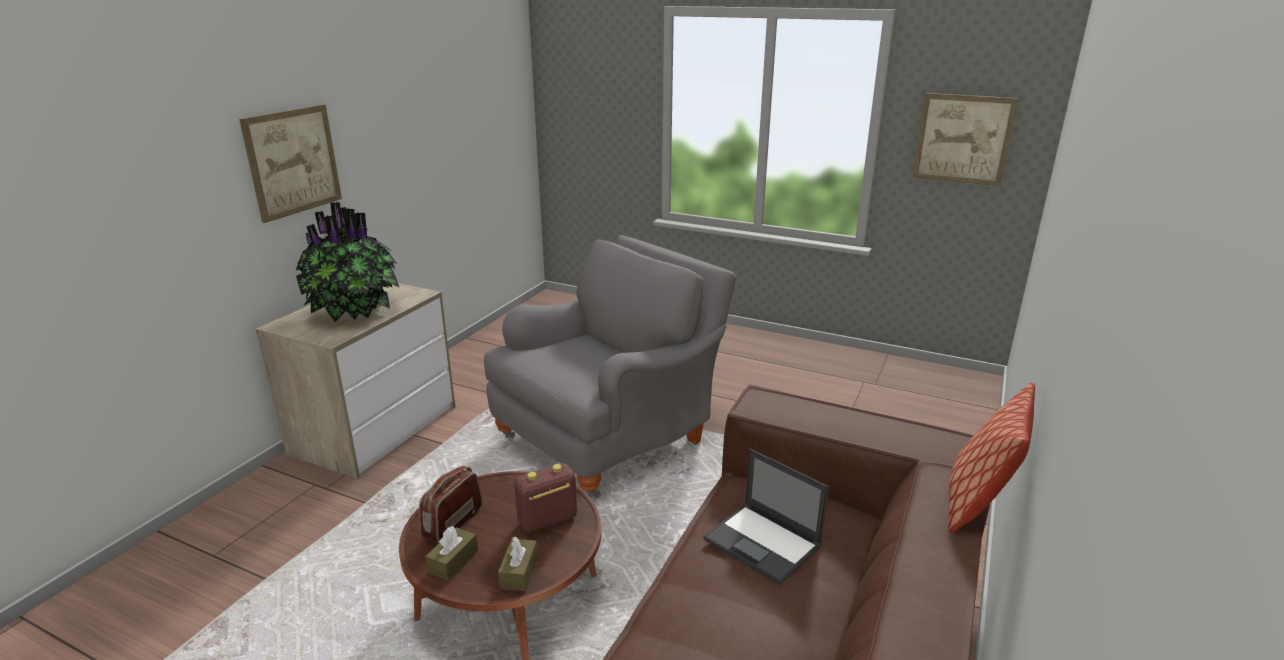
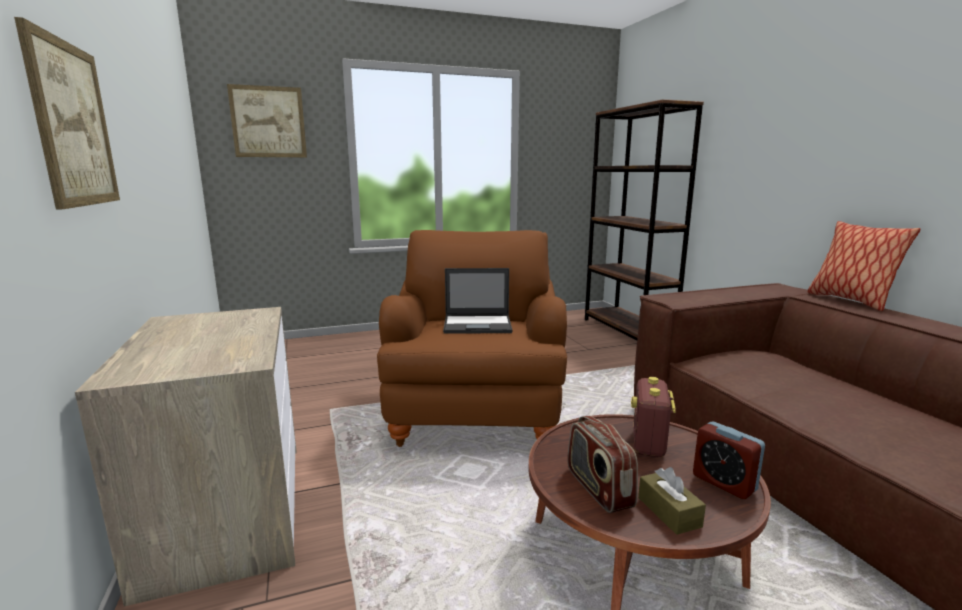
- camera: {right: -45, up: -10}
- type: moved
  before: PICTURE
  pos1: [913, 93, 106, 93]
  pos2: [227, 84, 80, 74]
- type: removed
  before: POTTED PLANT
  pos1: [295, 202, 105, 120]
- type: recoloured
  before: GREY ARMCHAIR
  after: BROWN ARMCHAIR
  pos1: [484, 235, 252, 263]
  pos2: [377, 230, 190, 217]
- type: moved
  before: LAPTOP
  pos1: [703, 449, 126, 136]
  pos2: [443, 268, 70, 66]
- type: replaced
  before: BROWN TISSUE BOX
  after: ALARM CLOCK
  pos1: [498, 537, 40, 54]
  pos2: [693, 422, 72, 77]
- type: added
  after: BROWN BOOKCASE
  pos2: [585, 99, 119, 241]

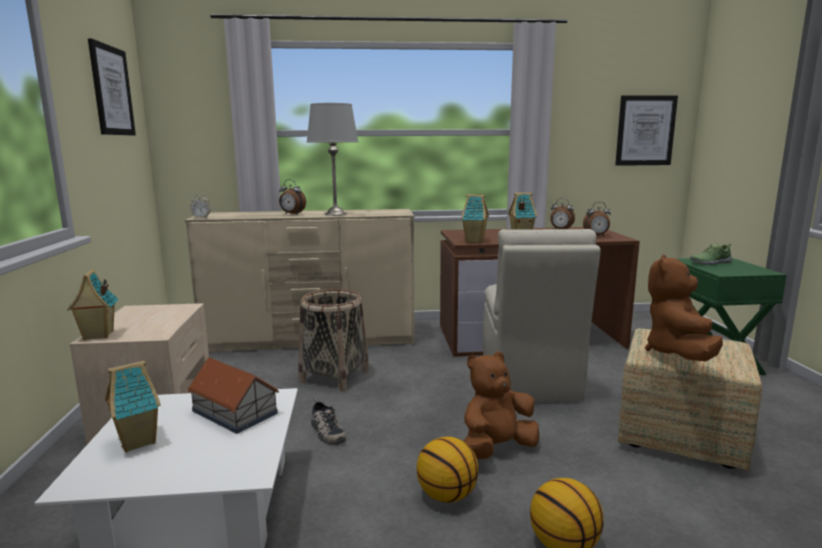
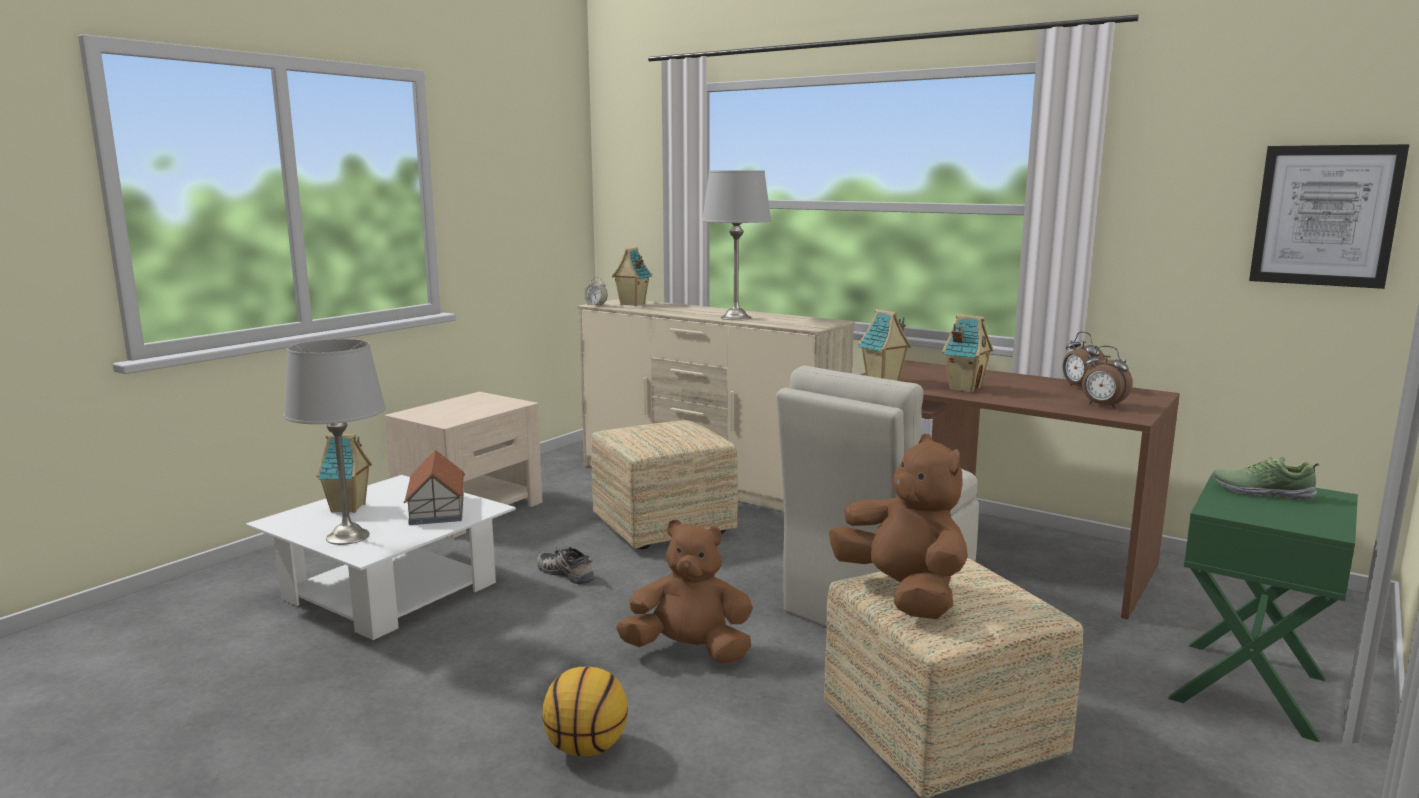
- camera: {right: 40, up: 0}
- type: removed
  before: PICTURE
  pos1: [88, 38, 48, 98]
- type: removed
  before: ALARM CLOCK
  pos1: [279, 179, 27, 35]
- type: turned
  before: BROWN PLUSH TOY
  pos1: [645, 255, 78, 106]
  pos2: [829, 434, 139, 185]
  turn: 90
- type: moved
  before: TOY HOUSE
  pos1: [68, 269, 50, 71]
  pos2: [612, 248, 40, 58]
- type: replaced
  before: BASKET
  after: OTTOMAN
  pos1: [298, 289, 71, 102]
  pos2: [591, 420, 147, 129]
- type: turned
  before: SHOE
  pos1: [311, 398, 35, 47]
  pos2: [537, 547, 58, 38]
  turn: 120
- type: removed
  before: BASKETBALL
  pos1: [416, 437, 62, 66]
- type: added
  after: GREY TABLE LAMP
  pos2: [284, 339, 102, 206]

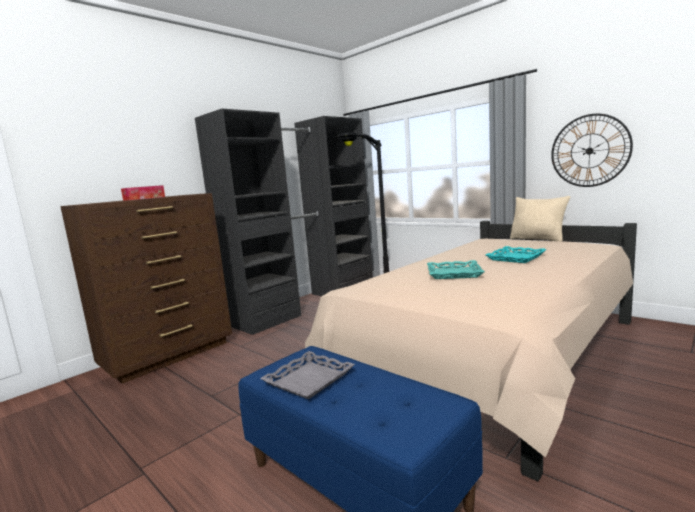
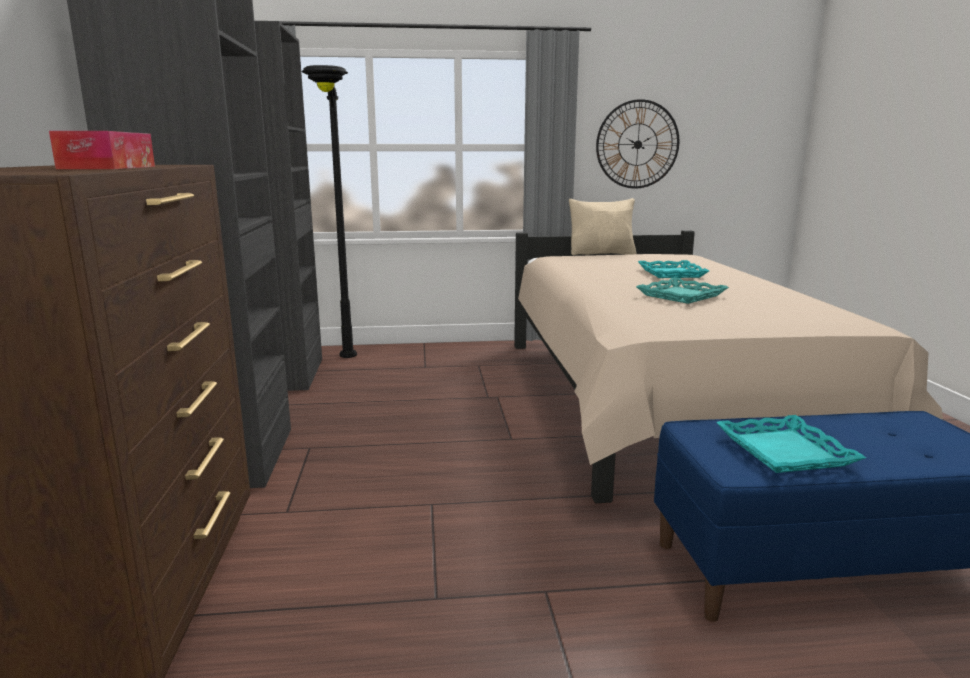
- camera: {right: -50, up: 5}
- type: recoloured
  before: GREY TRAY
  after: TURQUOISE TRAY
  pos1: [260, 351, 95, 48]
  pos2: [716, 415, 150, 58]

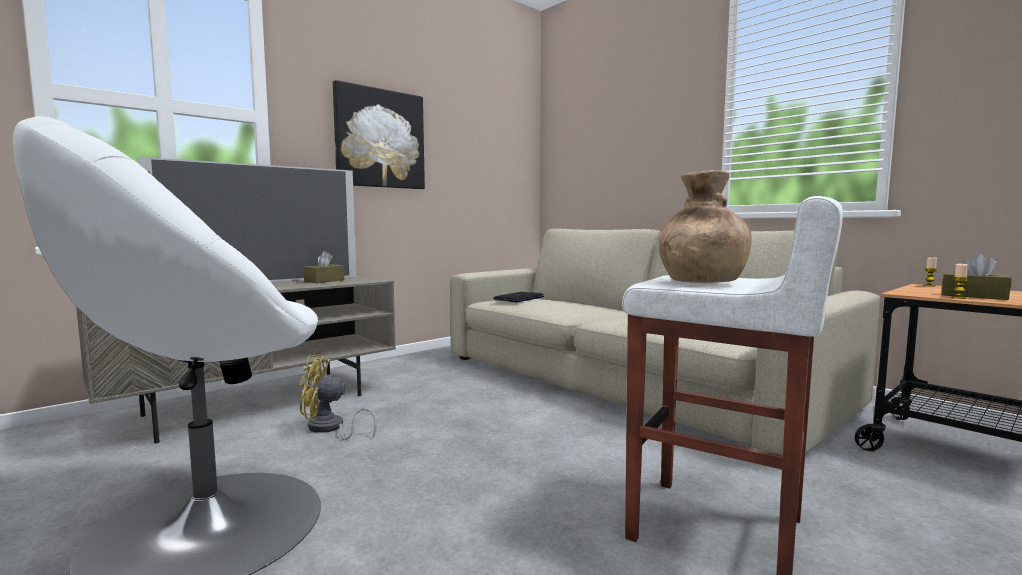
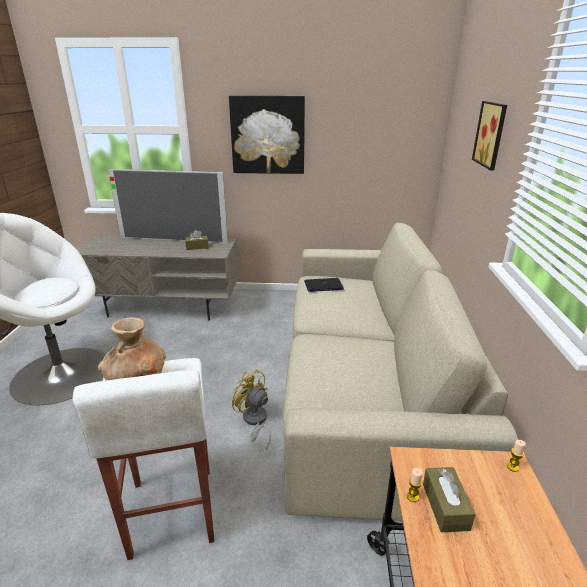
- camera: {right: 45, up: 20}
- type: moved
  before: YELLOW FAN
  pos1: [300, 355, 77, 85]
  pos2: [232, 369, 39, 81]
- type: added
  after: PICTURE
  pos2: [472, 101, 35, 69]

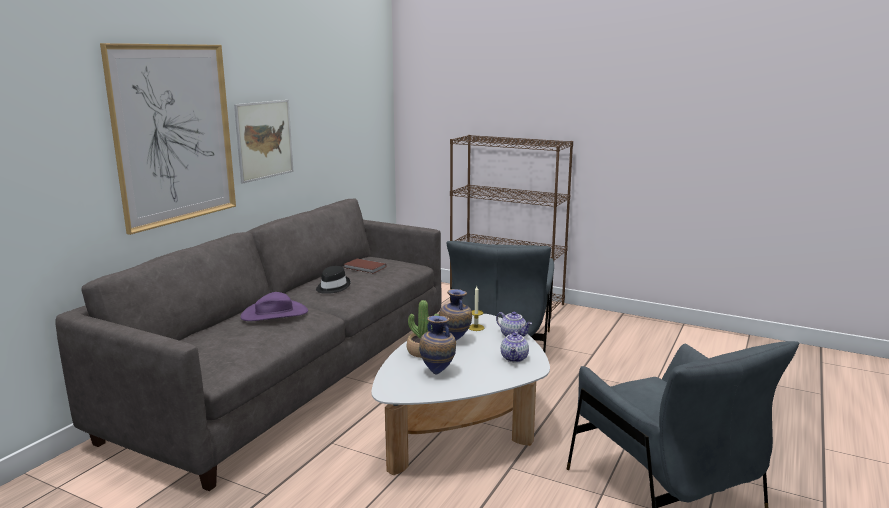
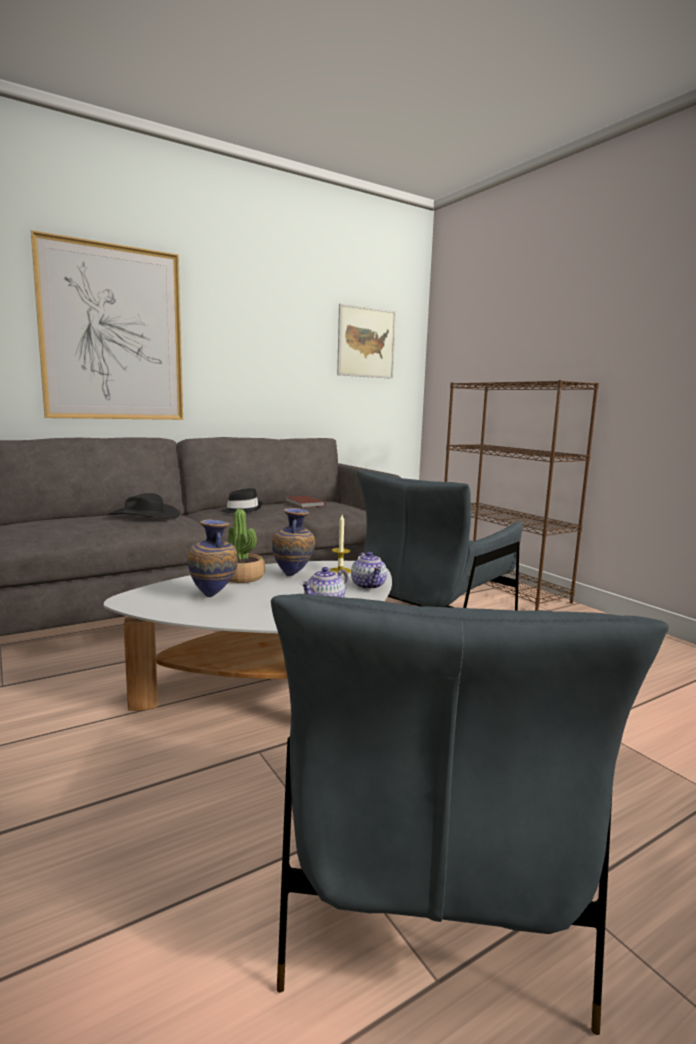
- camera: {right: 30, up: -5}
- type: moved
  before: PICTURE
  pos1: [234, 100, 59, 83]
  pos2: [337, 304, 59, 75]
- type: recoloured
  before: PURPLE HAT
  after: BLACK HAT
  pos1: [240, 292, 68, 29]
  pos2: [108, 493, 72, 25]

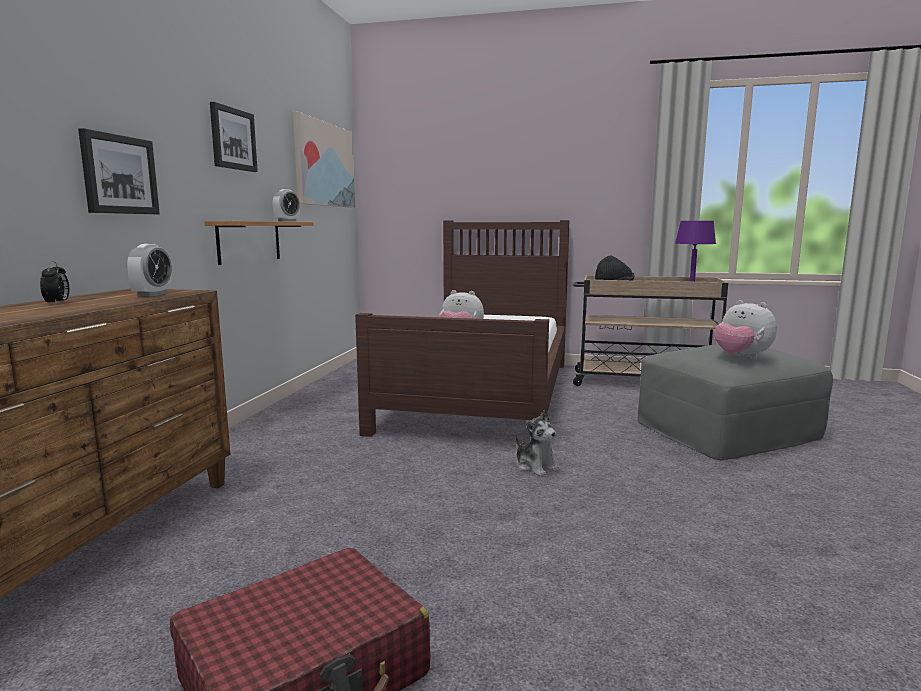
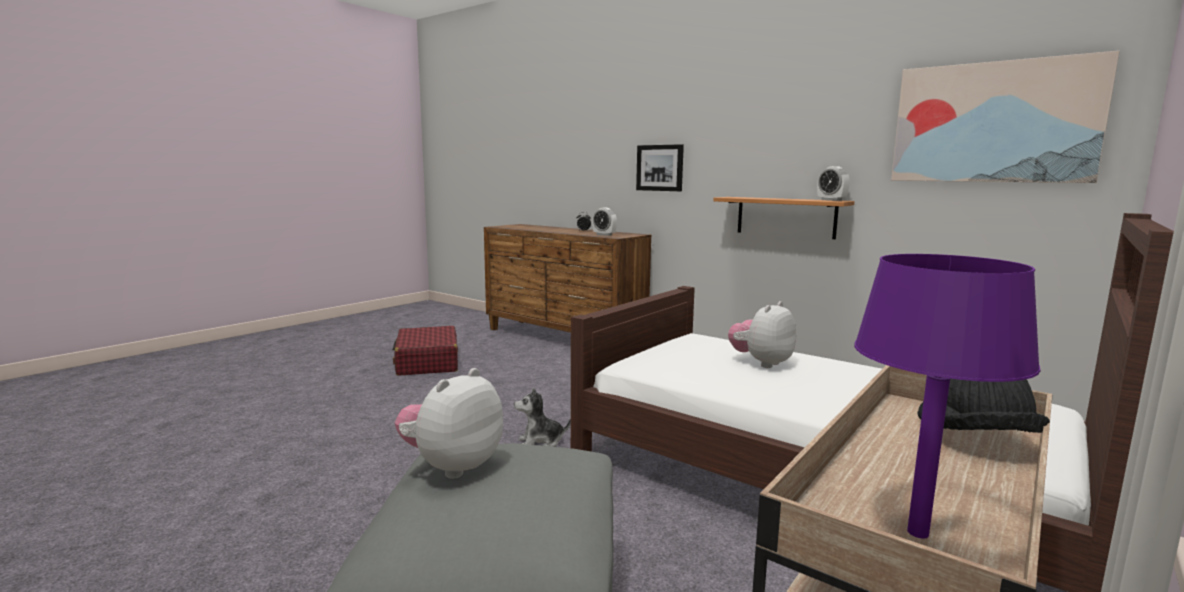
- camera: {right: 115, up: 0}
- type: removed
  before: PICTURE
  pos1: [210, 102, 48, 70]
- type: turned
  before: PLUSH TOY
  pos1: [714, 300, 63, 58]
  pos2: [395, 368, 108, 111]
  turn: -45

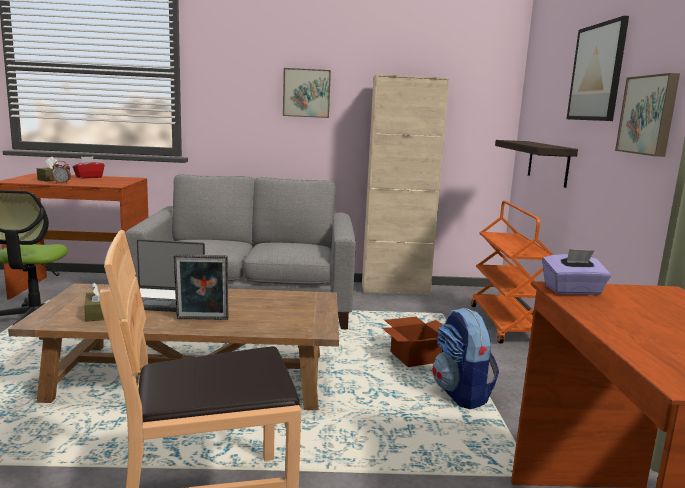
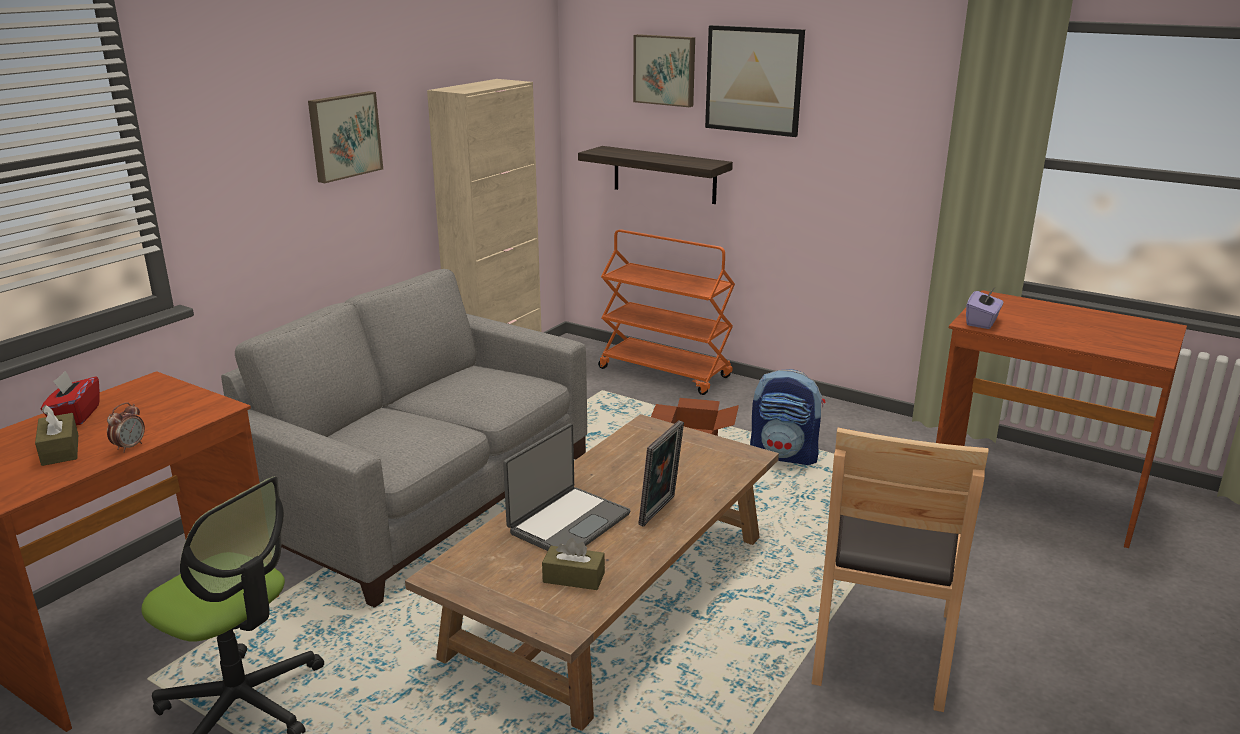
- camera: {right: -55, up: 10}
- type: moved
  before: PICTURE
  pos1: [615, 73, 65, 84]
  pos2: [633, 34, 62, 73]

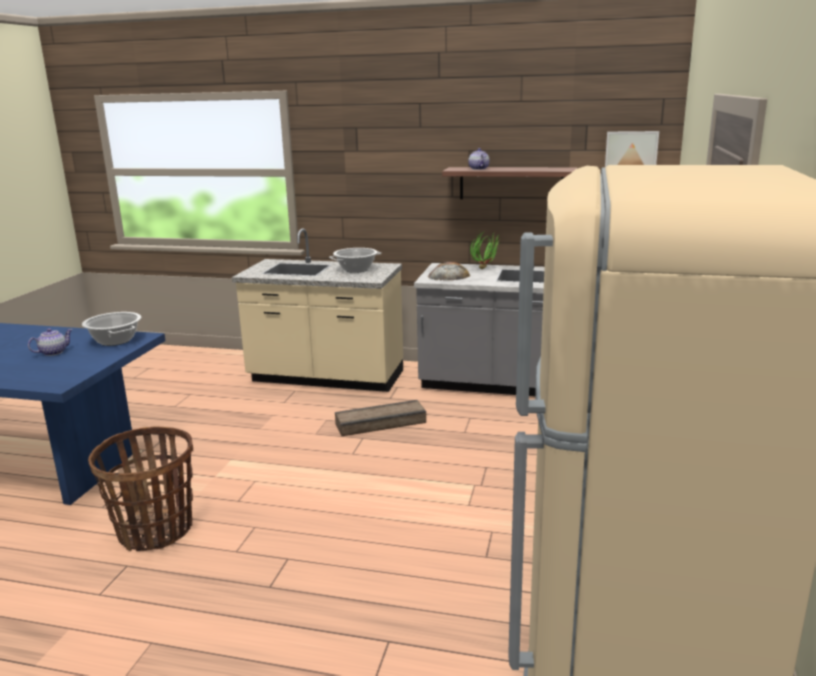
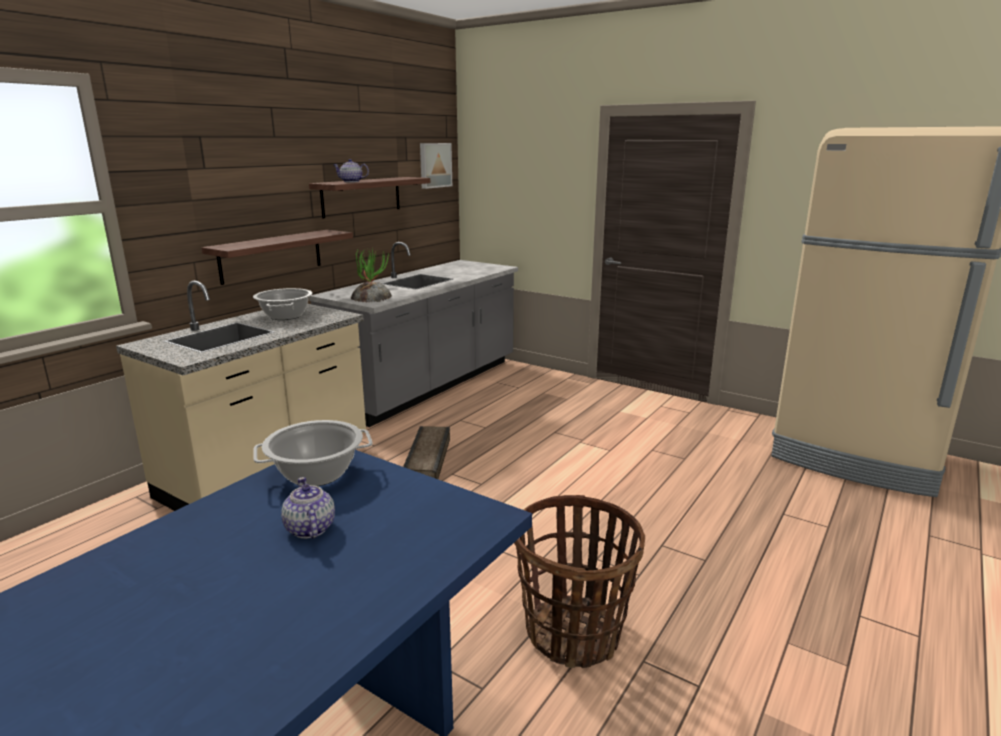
- camera: {right: -70, up: 0}
- type: added
  after: SHELF
  pos2: [201, 230, 152, 55]

